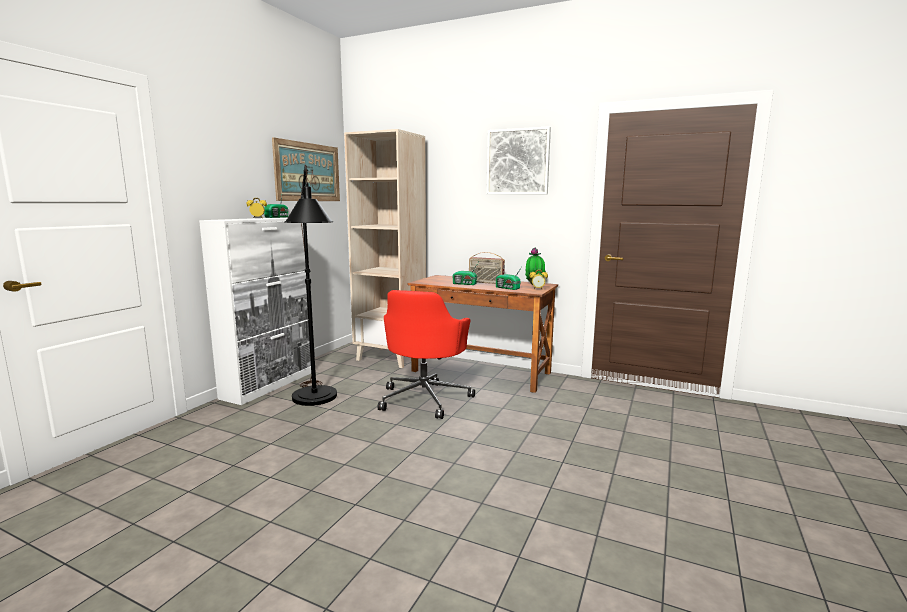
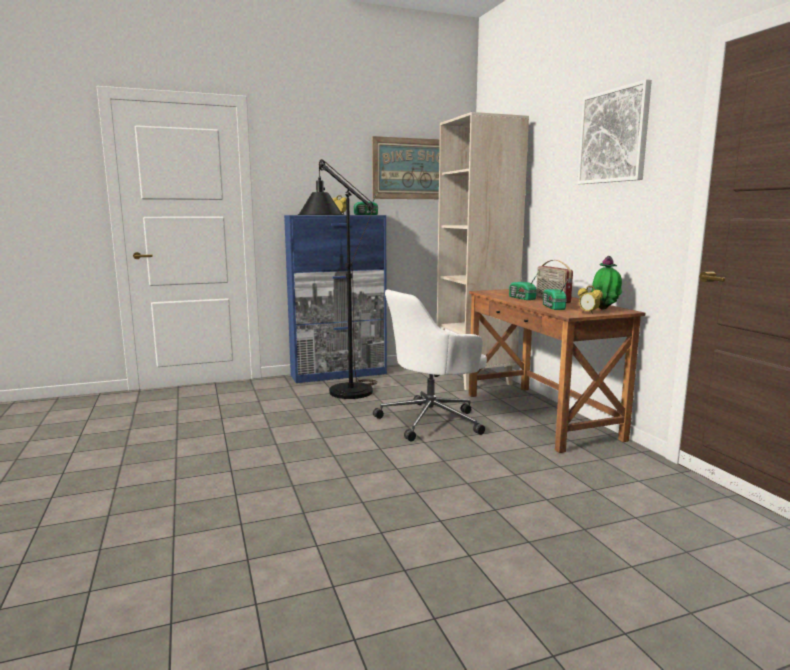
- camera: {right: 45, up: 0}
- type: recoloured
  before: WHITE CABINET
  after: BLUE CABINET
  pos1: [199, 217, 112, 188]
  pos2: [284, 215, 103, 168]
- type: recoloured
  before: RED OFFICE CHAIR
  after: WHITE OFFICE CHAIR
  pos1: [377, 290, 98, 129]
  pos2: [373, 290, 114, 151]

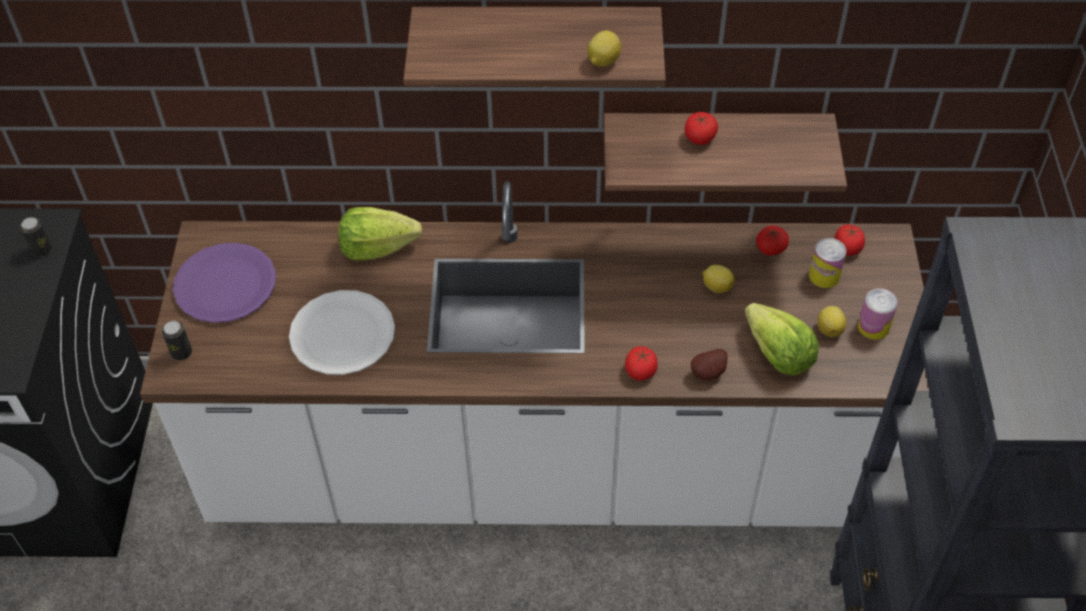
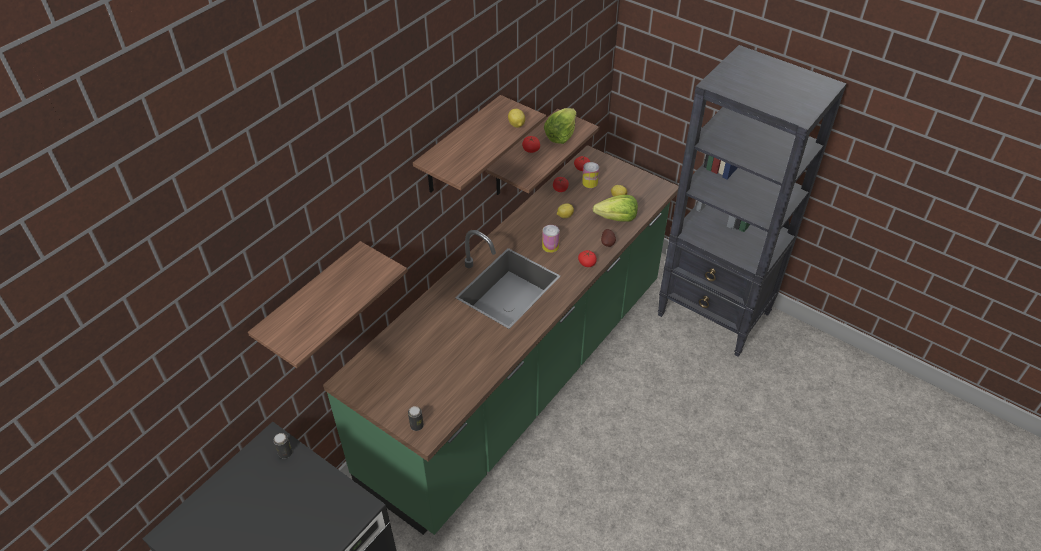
- camera: {right: -55, up: -5}
- type: recoloured
  before: WHITE COUNTER
  after: GREEN COUNTER
  pos1: [140, 181, 789, 346]
  pos2: [323, 145, 356, 390]
- type: moved
  before: LETTUCE
  pos1: [338, 207, 84, 54]
  pos2: [544, 108, 32, 36]
- type: removed
  before: PURPLE PLATE
  pos1: [173, 243, 103, 80]
- type: moved
  before: CAN
  pos1: [858, 288, 40, 52]
  pos2: [542, 225, 18, 28]
- type: removed
  before: WHITE PLATE
  pos1: [289, 290, 106, 85]
- type: added
  after: SHELF
  pos2: [248, 241, 160, 127]

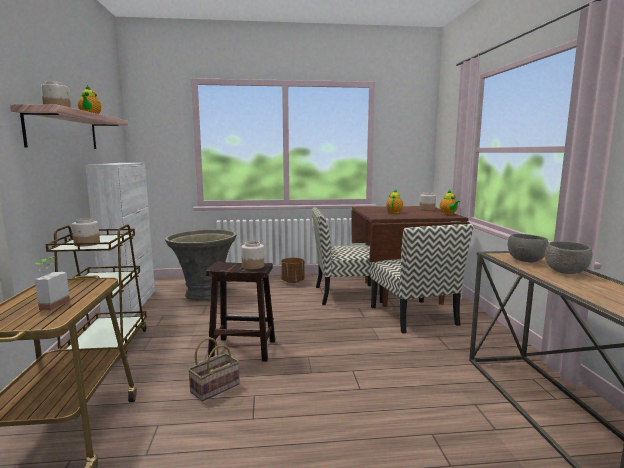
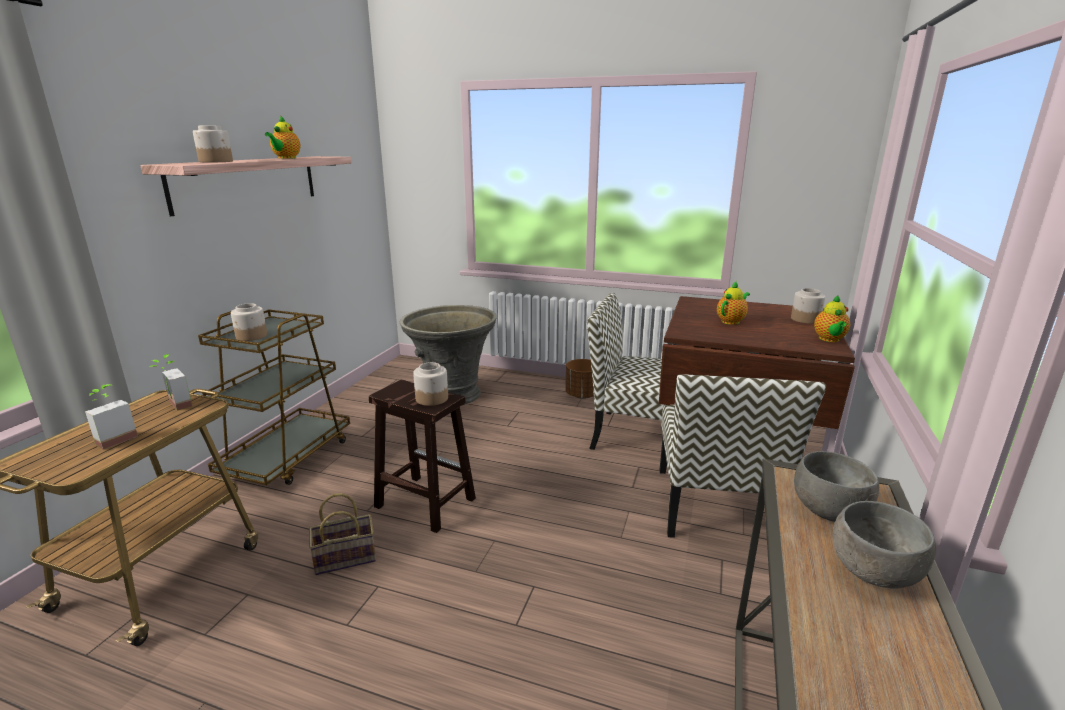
- camera: {right: 25, up: 10}
- type: removed
  before: WHITE CABINET
  pos1: [85, 163, 70, 155]
- type: added
  after: POTTED PLANT
  pos2: [150, 354, 42, 56]

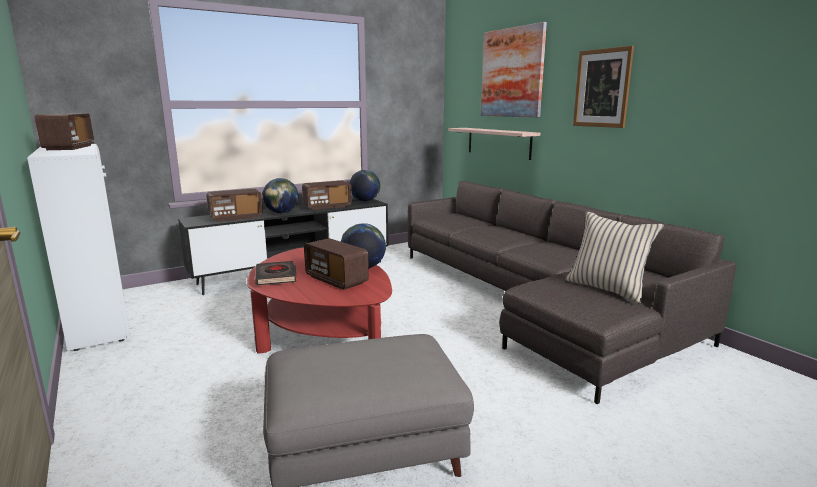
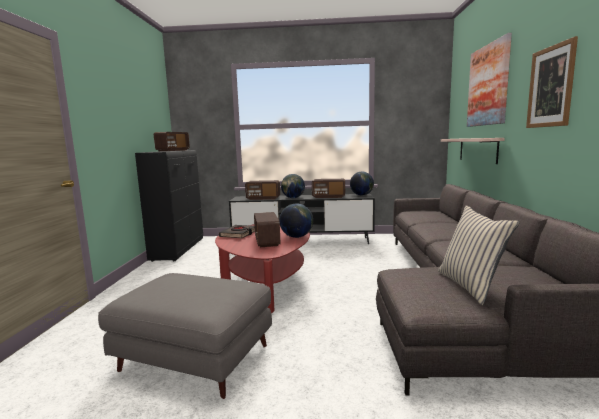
- camera: {right: 35, up: -5}
- type: recoloured
  before: WHITE CABINET
  after: BLACK CABINET
  pos1: [27, 144, 102, 207]
  pos2: [135, 150, 68, 112]

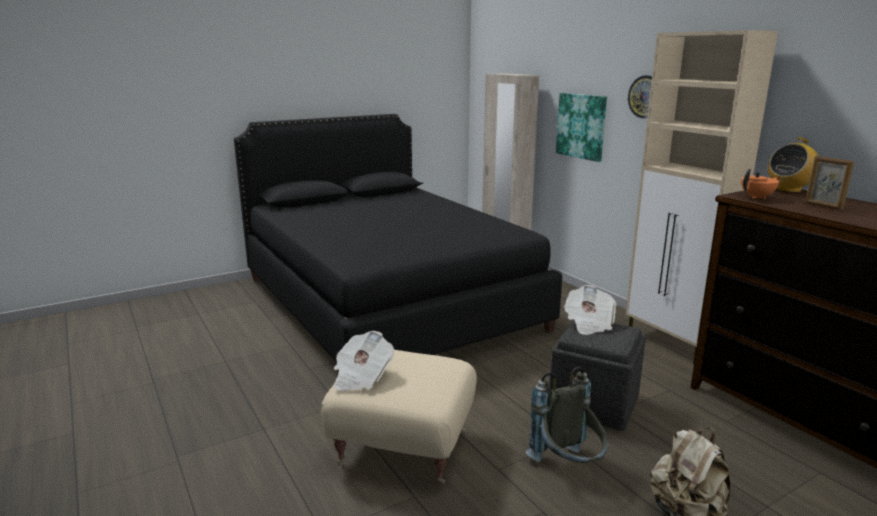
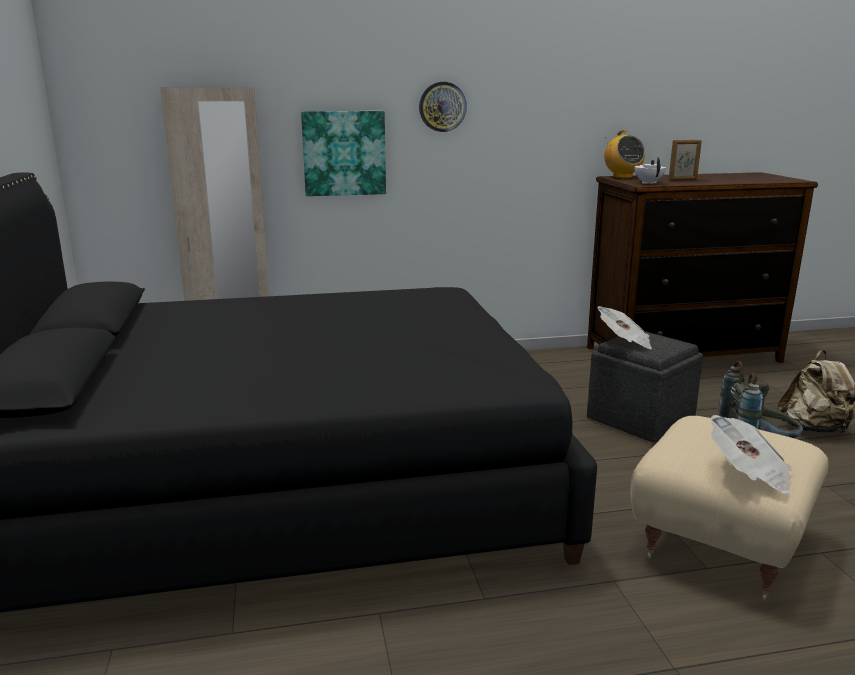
- camera: {right: -70, up: 0}
- type: removed
  before: BEIGE CABINET
  pos1: [626, 30, 152, 334]
- type: recoloured
  before: ORANGE TEAPOT
  after: WHITE TEAPOT
  pos1: [741, 169, 39, 30]
  pos2: [634, 157, 32, 27]

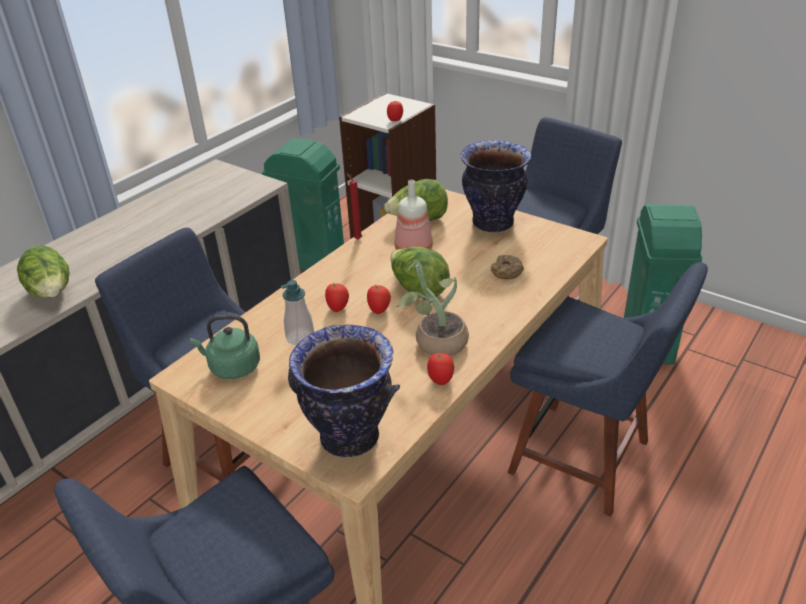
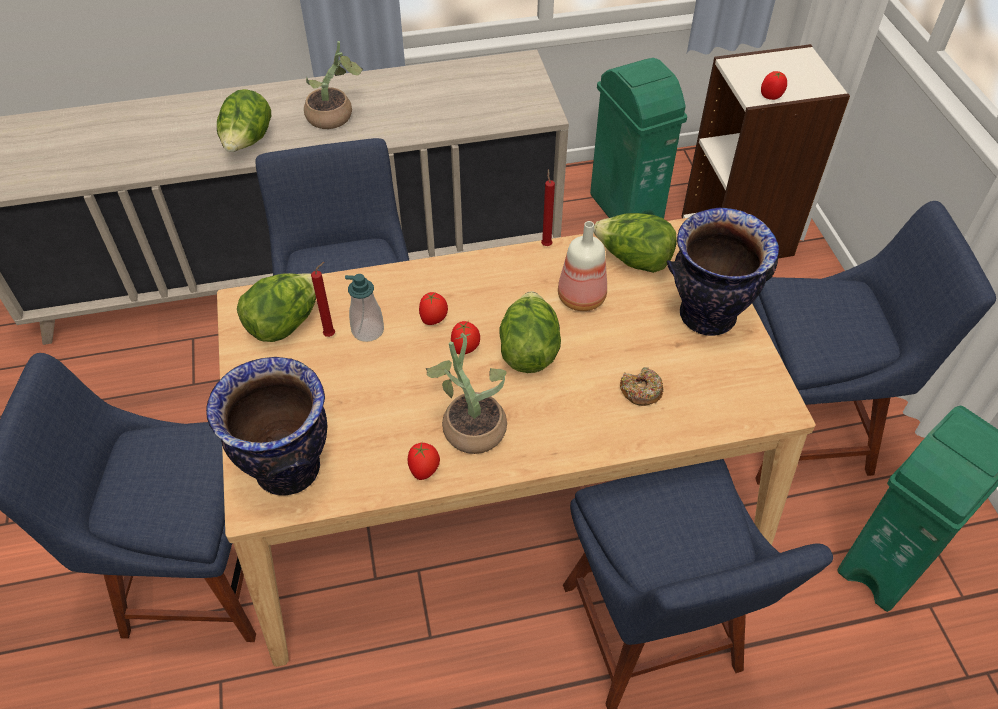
- camera: {right: 40, up: 15}
- type: replaced
  before: GREEN KETTLE
  after: LETTUCE
  pos1: [190, 315, 70, 64]
  pos2: [237, 273, 79, 69]
- type: added
  after: POTTED PLANT
  pos2: [304, 41, 60, 88]
- type: added
  after: RED CANDLE
  pos2: [311, 262, 24, 75]

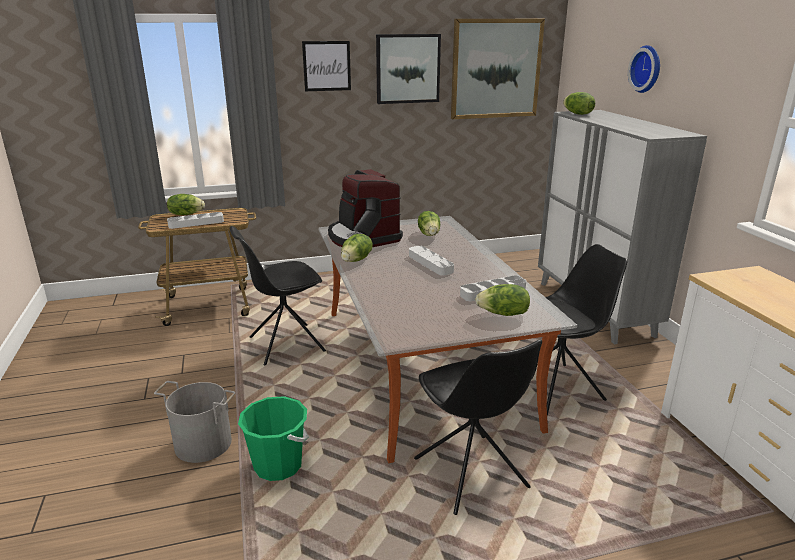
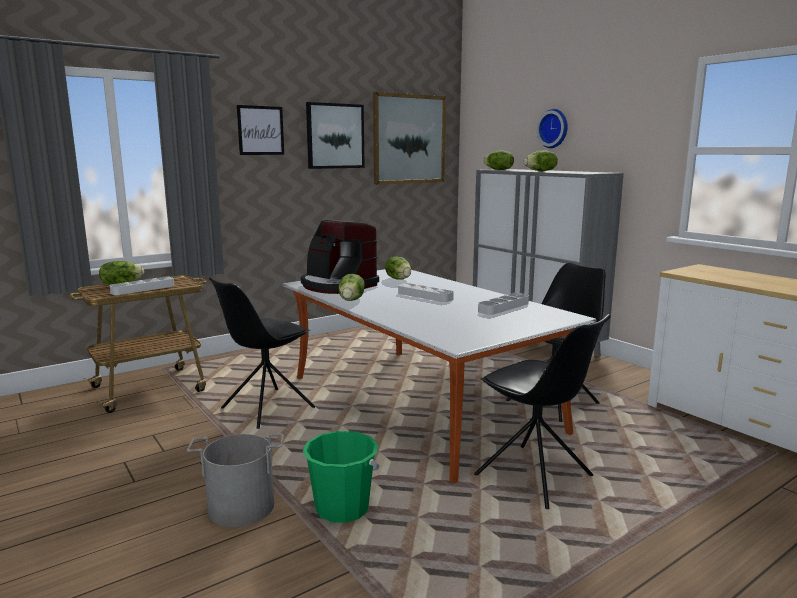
- camera: {right: -20, up: -10}
- type: moved
  before: LETTUCE
  pos1: [475, 284, 55, 32]
  pos2: [524, 150, 34, 21]

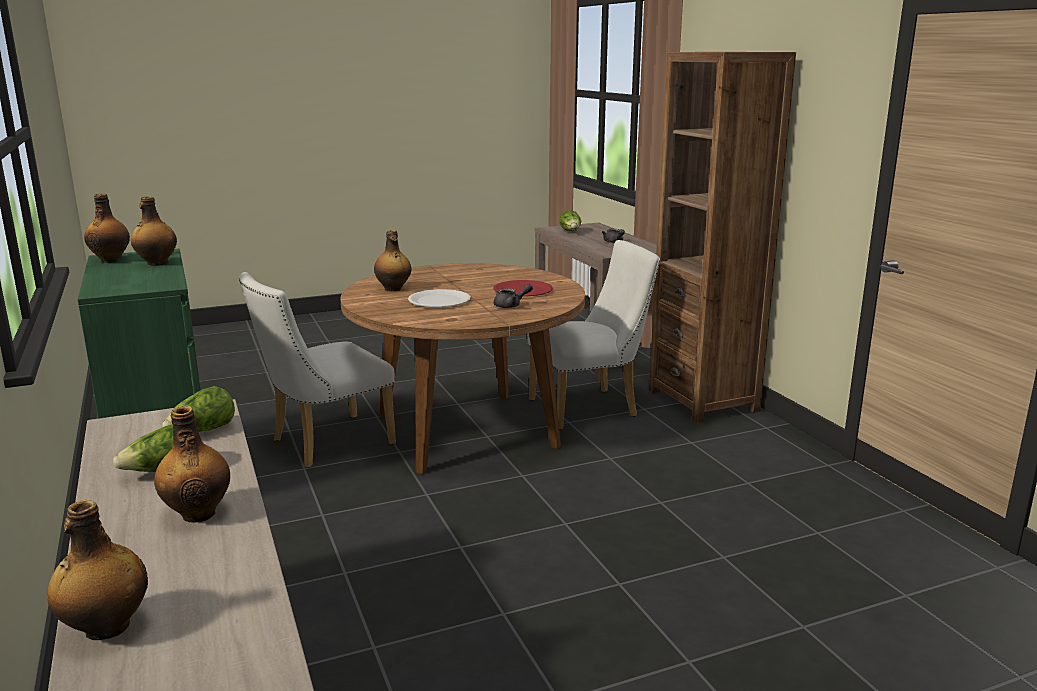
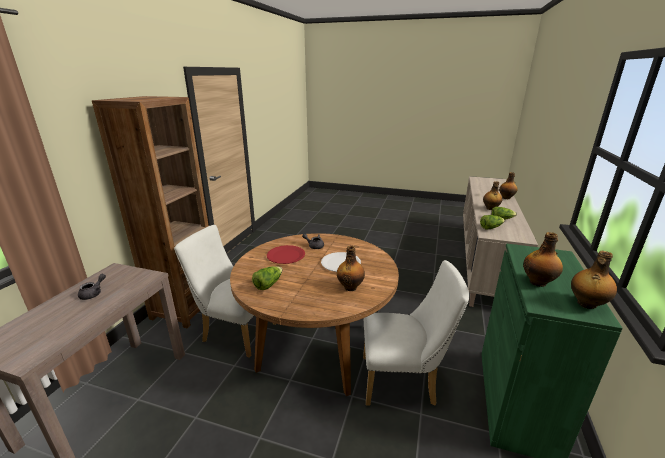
- camera: {right: -140, up: 5}
- type: moved
  before: LETTUCE
  pos1: [559, 210, 22, 21]
  pos2: [252, 266, 30, 24]

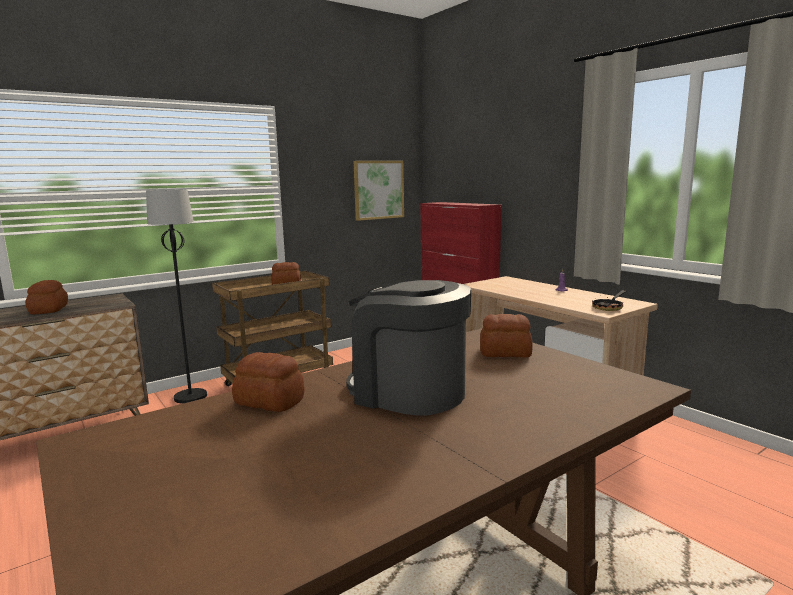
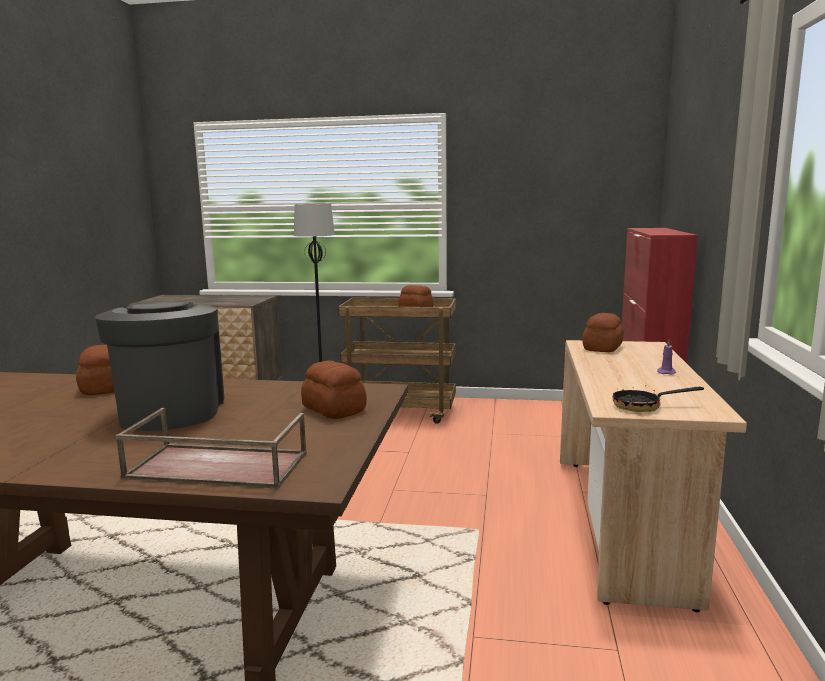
- camera: {right: 45, up: 0}
- type: removed
  before: PICTURE
  pos1: [354, 161, 50, 60]
- type: moved
  before: BREAD
  pos1: [25, 280, 43, 34]
  pos2: [582, 313, 42, 39]
- type: added
  after: BROWN TRAY
  pos2: [115, 408, 192, 81]

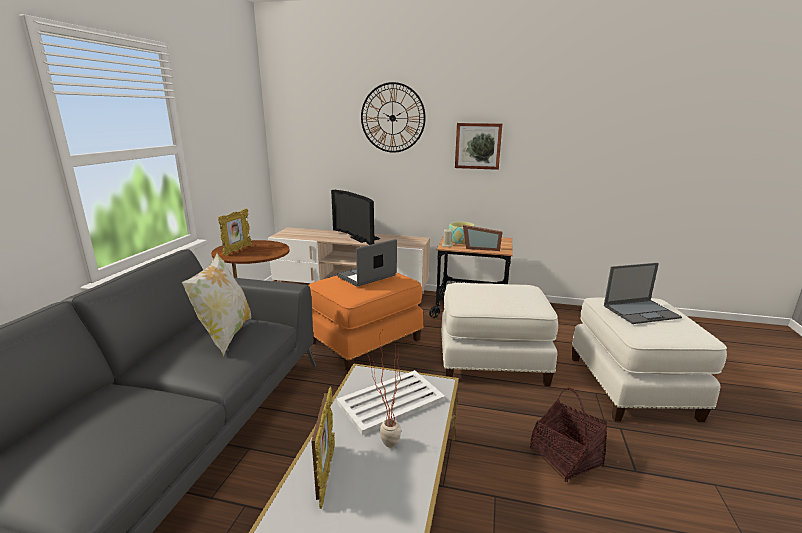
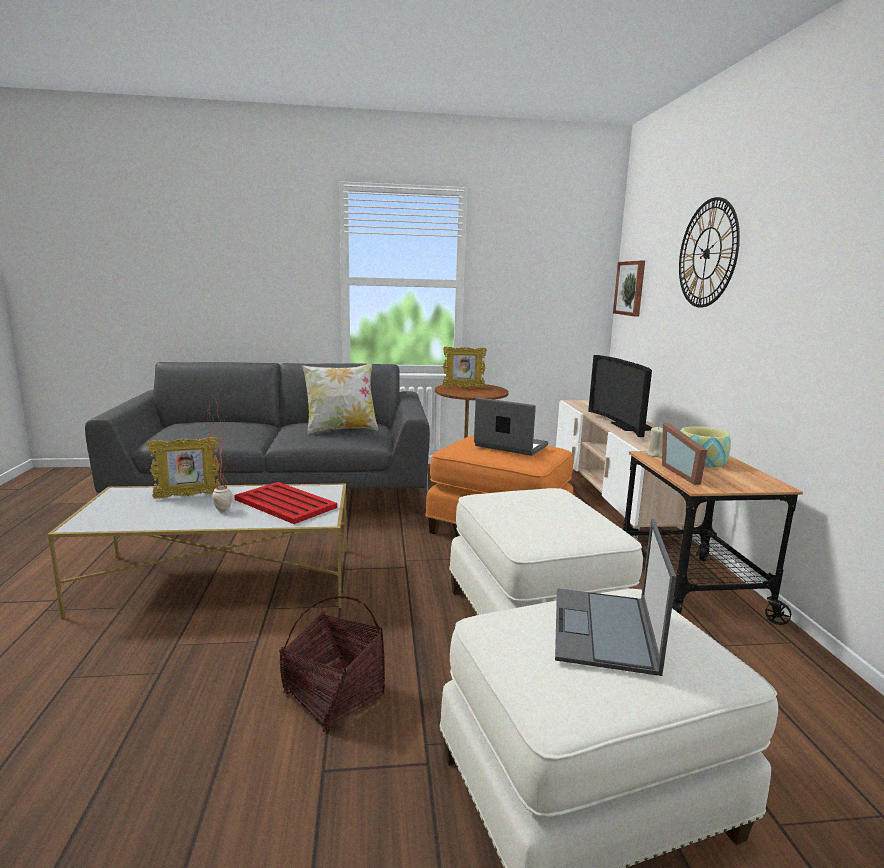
- camera: {right: 70, up: -5}
- type: moved
  before: PICTURE
  pos1: [455, 123, 48, 47]
  pos2: [613, 260, 32, 56]
- type: turned
  before: TELEVISION
  pos1: [331, 190, 49, 55]
  pos2: [588, 355, 65, 82]
  turn: -45
- type: turned
  before: LAPTOP
  pos1: [604, 263, 78, 61]
  pos2: [555, 519, 121, 157]
  turn: 45
- type: recoloured
  before: WHITE TRAY
  after: RED TRAY
  pos1: [337, 370, 108, 65]
  pos2: [234, 482, 103, 42]

